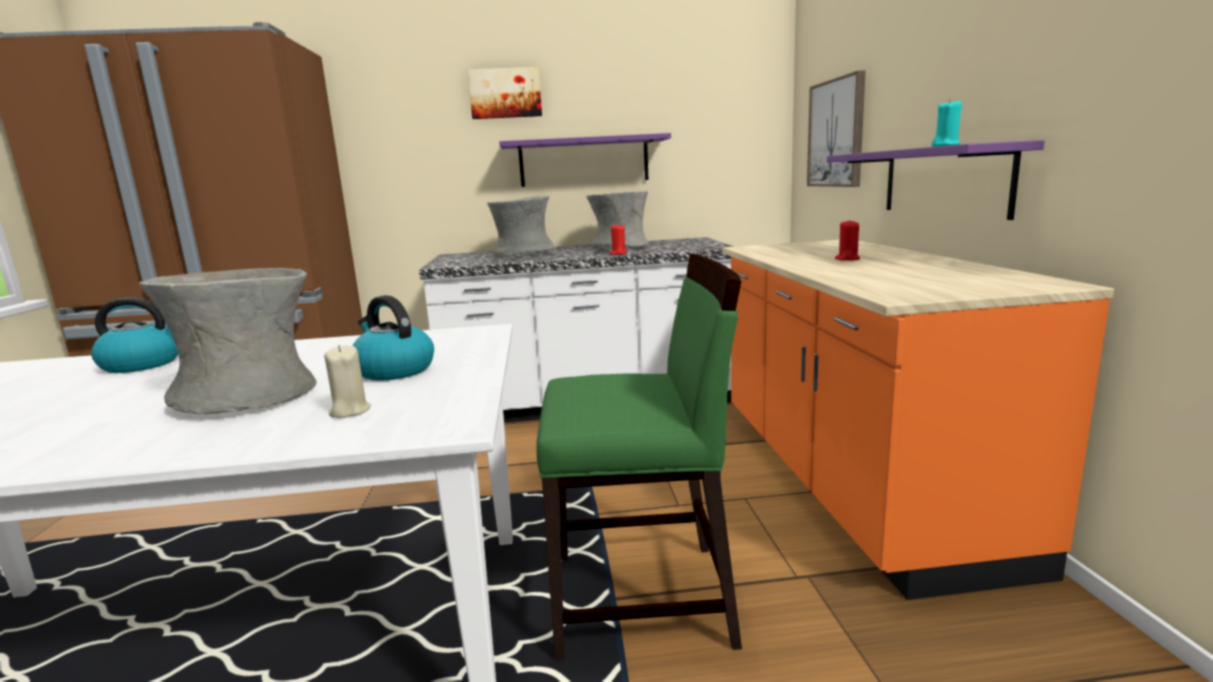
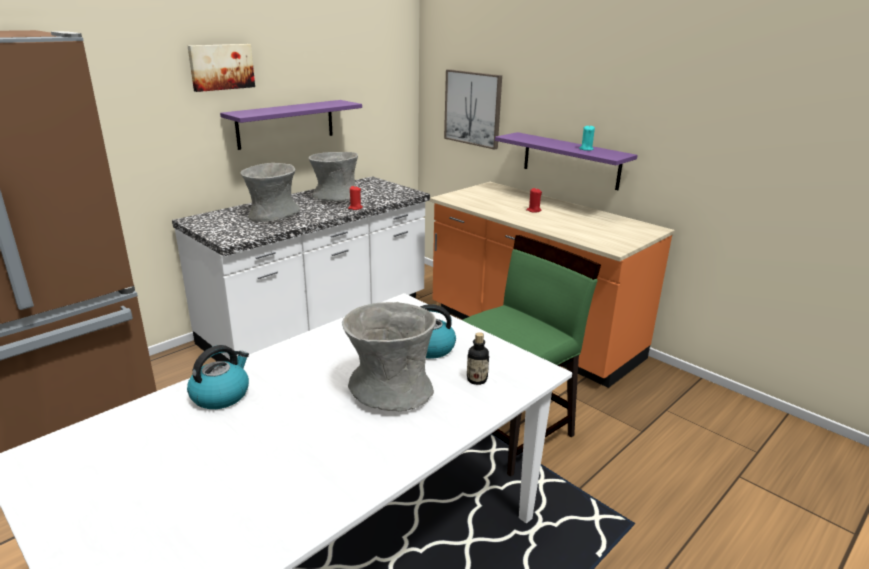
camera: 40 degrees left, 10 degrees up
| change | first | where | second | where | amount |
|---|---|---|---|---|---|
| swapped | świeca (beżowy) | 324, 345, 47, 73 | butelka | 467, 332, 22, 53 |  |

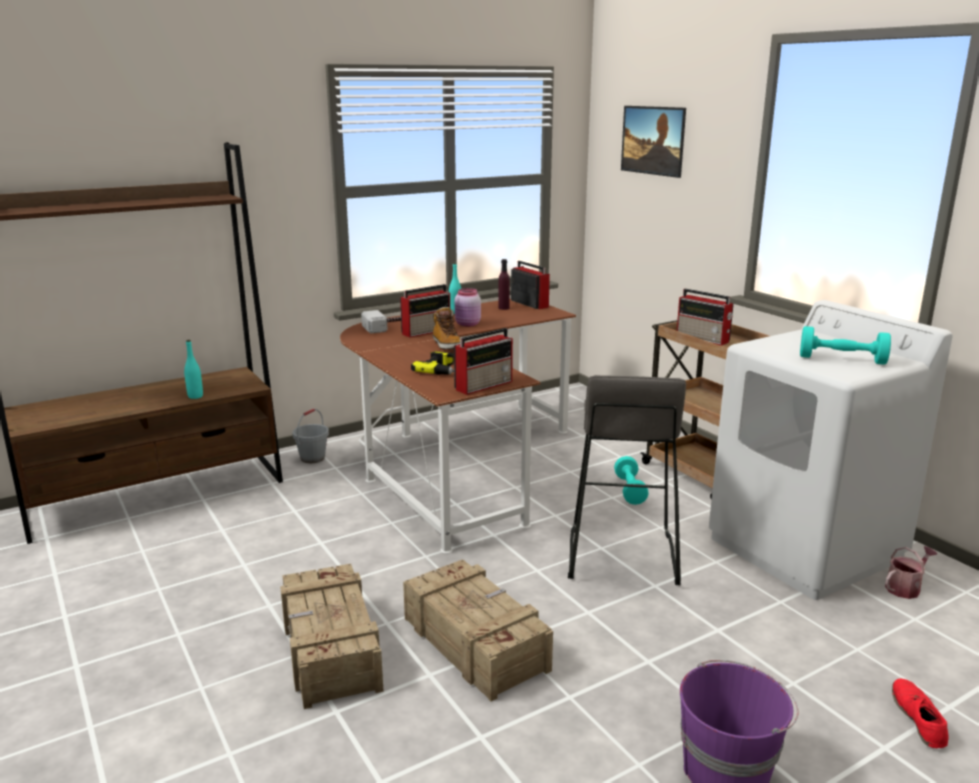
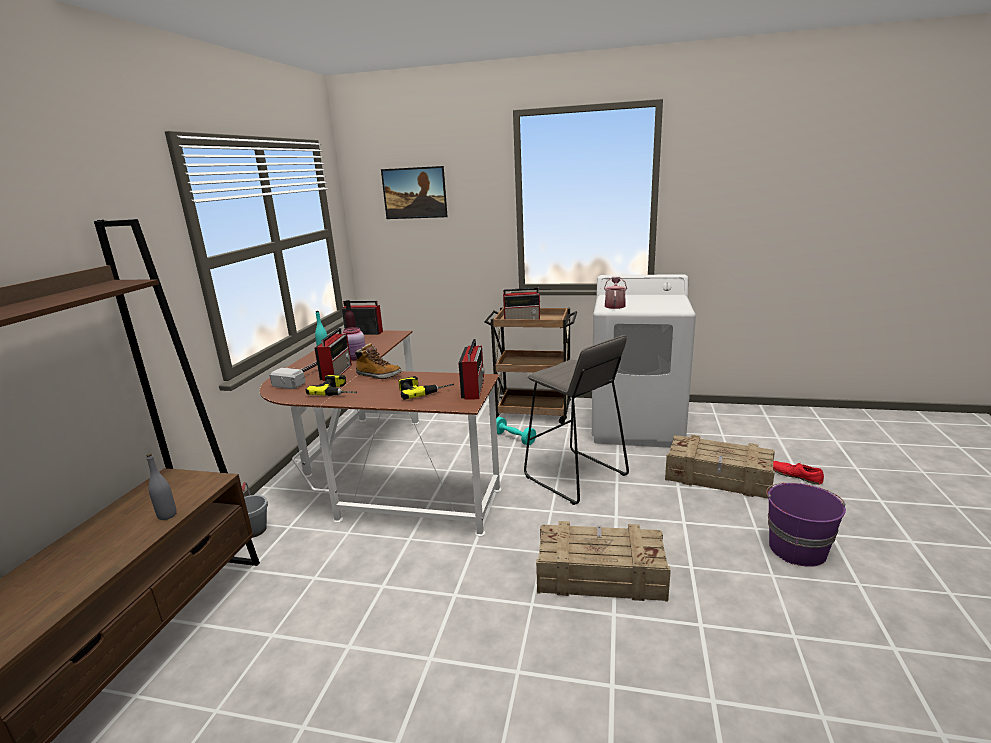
camera: 45 degrees left, 0 degrees up
| change | first | where | second | where | amount |
|---|---|---|---|---|---|
| gone | hantel (turkusowy) | 800, 326, 91, 39 |  |  |  |
| repainted | butelka (turkusowy) | 184, 340, 19, 59 | butelka (szary) | 146, 454, 31, 66 |  |
| shifted | konewka | 885, 546, 53, 53 |  | 604, 277, 23, 32 |  |
| shifted | skrzynka | 280, 564, 104, 145 |  | 665, 435, 110, 63 |  |
| new |  |  | wiertarka | 306, 375, 51, 21 |  |

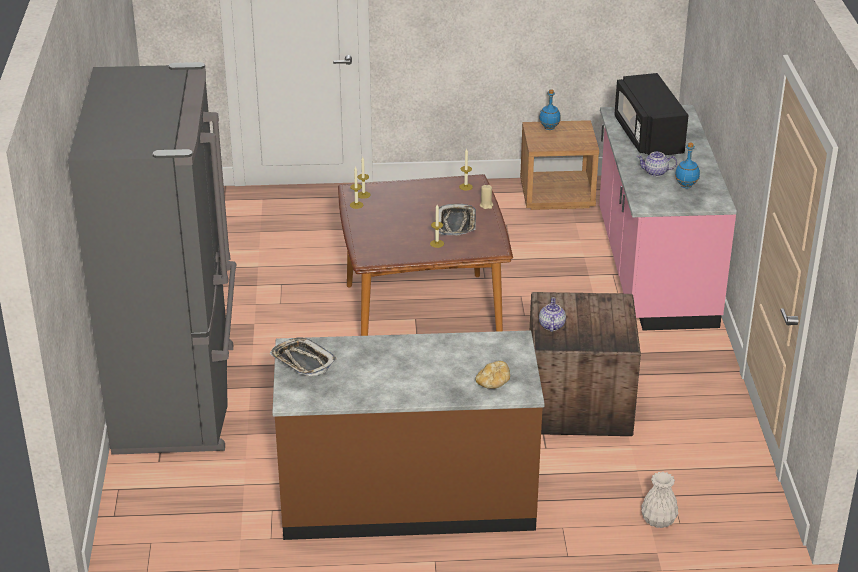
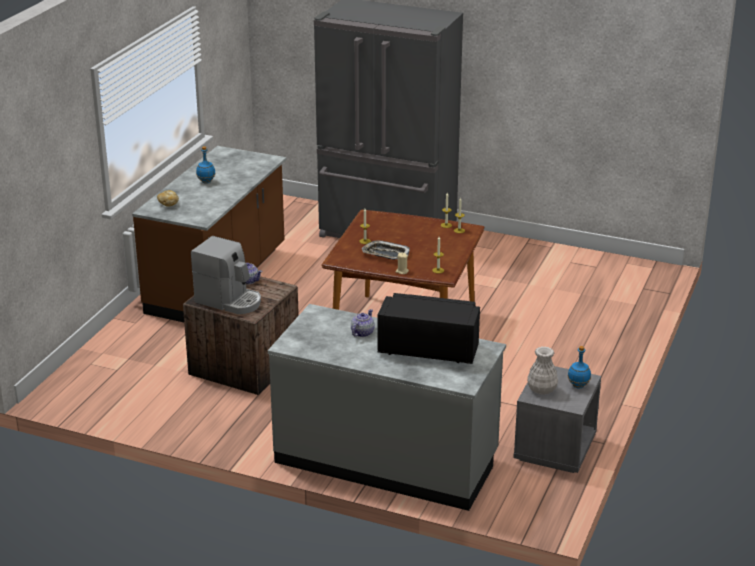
camera: 115 degrees right, 5 degrees down
| change | first | where | second | where | amount |
|---|---|---|---|---|---|
| repainted | zabudowa kuchenna (różowy) | 599, 105, 138, 225 | zabudowa kuchenna (szary) | 268, 304, 238, 207 |  |
| repainted | szafka nocna (brązowy) | 520, 120, 79, 90 | szafka nocna (szary) | 513, 366, 88, 107 |  |
| shifted | butelka (niebieski) | 675, 143, 25, 46 |  | 196, 146, 20, 38 |  |
| gone | taca | 270, 337, 67, 39 |  |  |  |
| shifted | wazon (biały) | 641, 472, 37, 56 |  | 527, 346, 31, 49 |  |
| new |  |  | ekspres do kawy | 191, 236, 70, 78 |  |

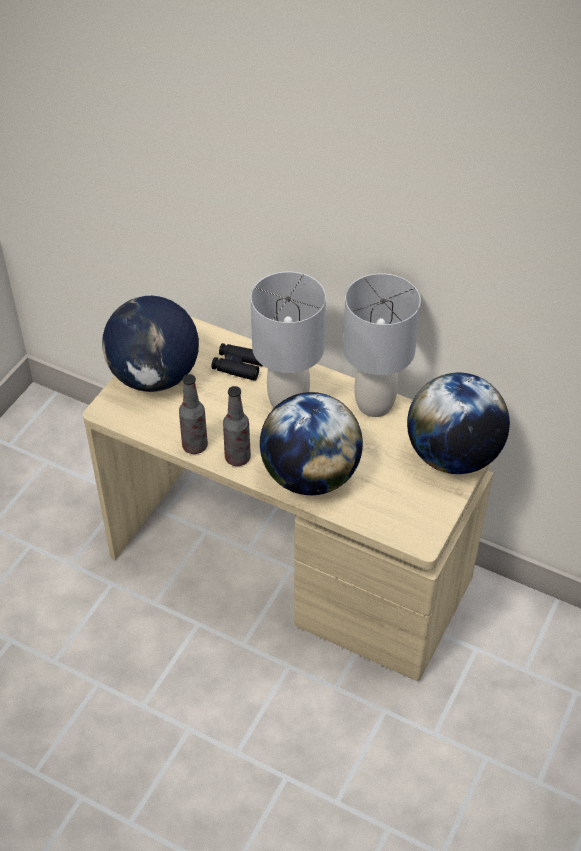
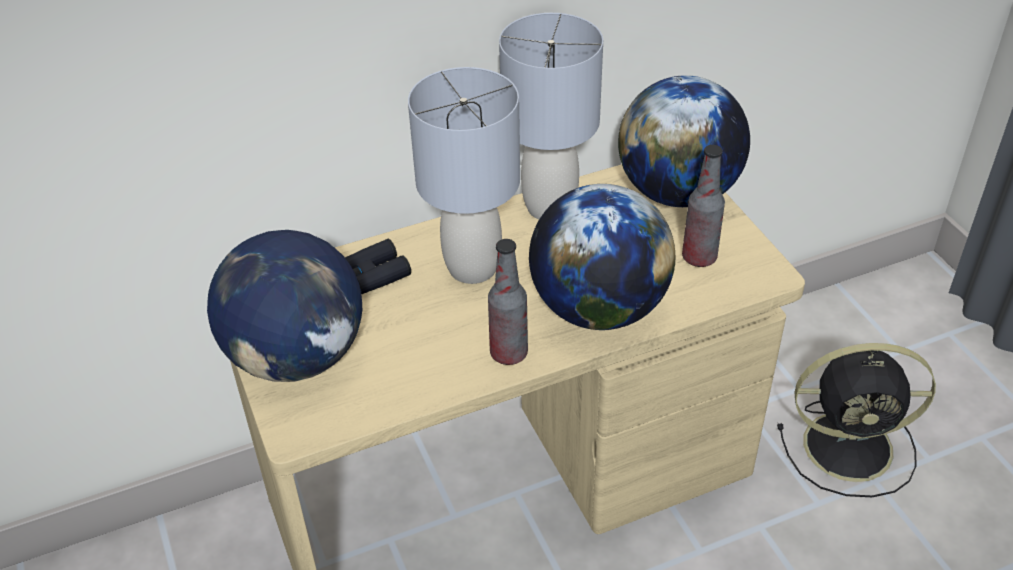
camera: 50 degrees left, 5 degrees down
| change | first | where | second | where | amount |
|---|---|---|---|---|---|
| shifted | butelka | 179, 374, 29, 80 |  | 682, 145, 43, 122 |  |
| new |  |  | wentylator (czarny) | 777, 343, 159, 154 |  |

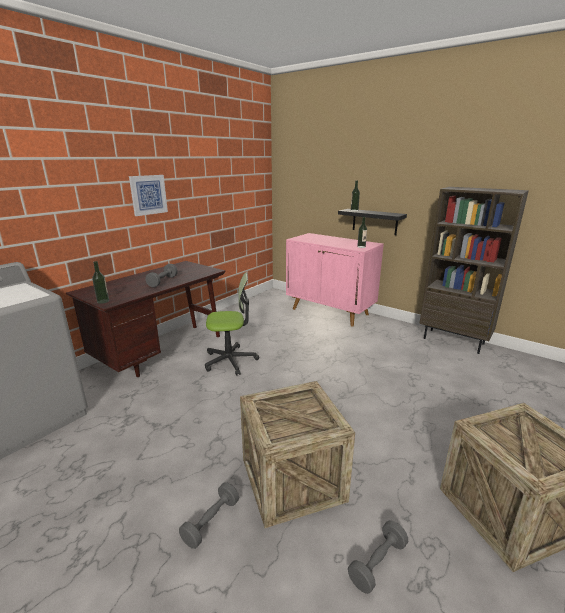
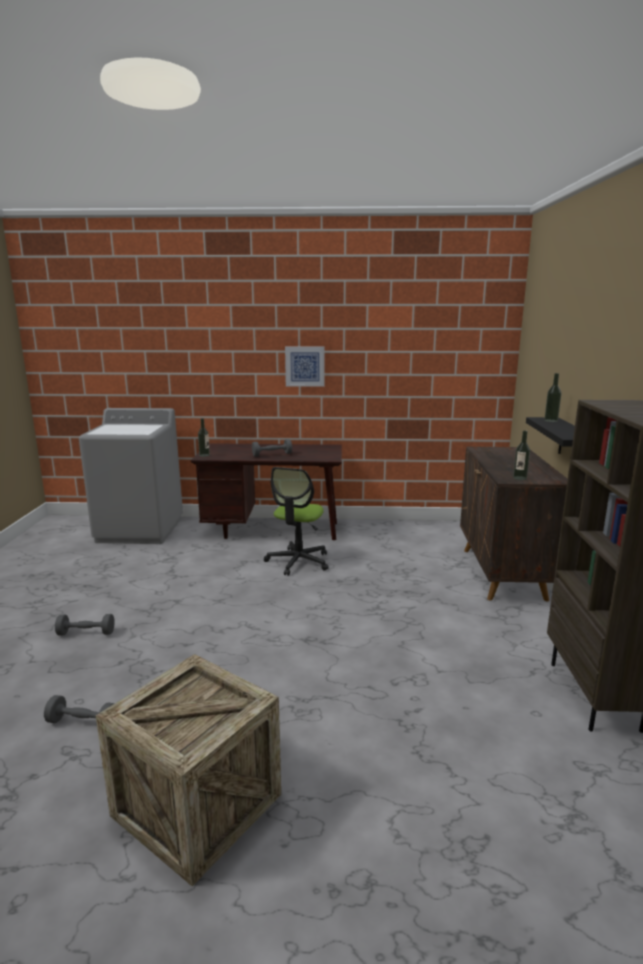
camera: 55 degrees right, 5 degrees down
| change | first | where | second | where | amount |
|---|---|---|---|---|---|
| repainted | szafka (różowy) | 286, 233, 98, 93 | szafka (brązowy) | 460, 447, 108, 155 |  |
| rotated | krzesło biurowe | 205, 272, 54, 104 |  | 264, 467, 65, 109 | 60 degrees clockwise |
| gone | skrzynka | 240, 381, 115, 147 |  |  |  |

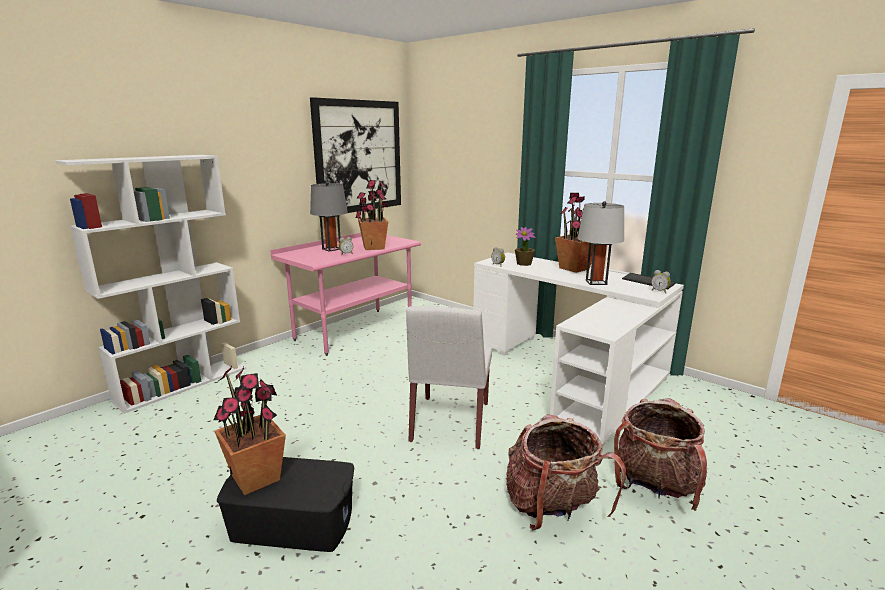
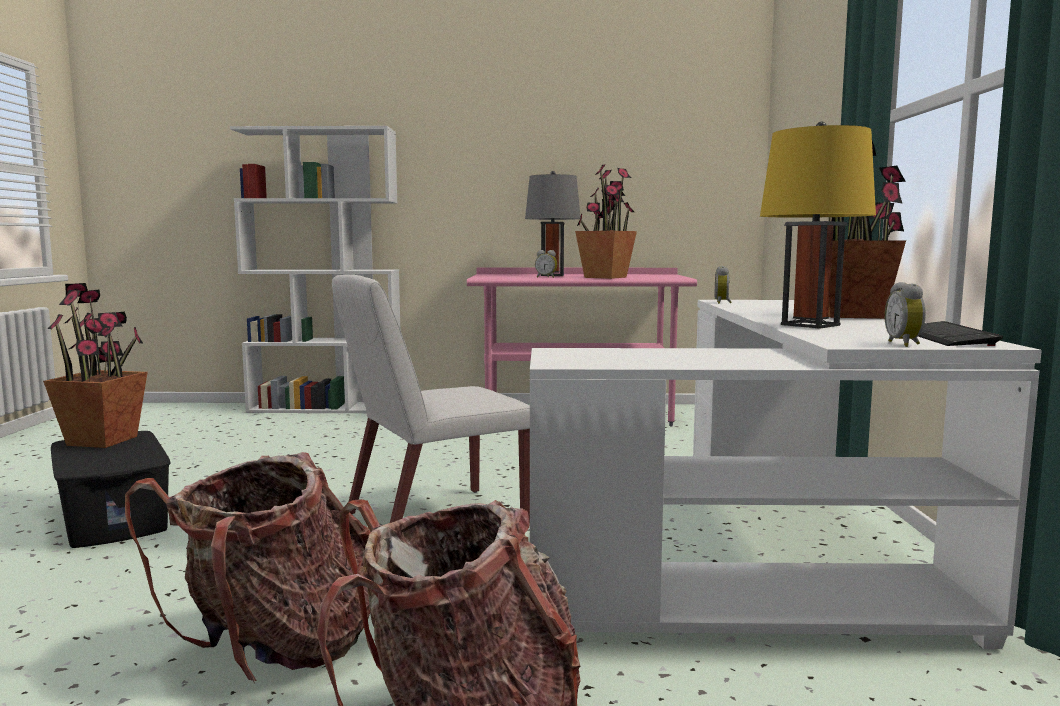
camera: 50 degrees right, 10 degrees down
| change | first | where | second | where | amount |
|---|---|---|---|---|---|
| gone | obraz | 310, 97, 91, 120 |  |  |  |
| repainted | lampa stołowa (szary) | 578, 201, 46, 84 | lampa stołowa (żółty) | 760, 121, 116, 208 |  |
| gone | roślina doniczkowa | 515, 227, 20, 39 |  |  |  |

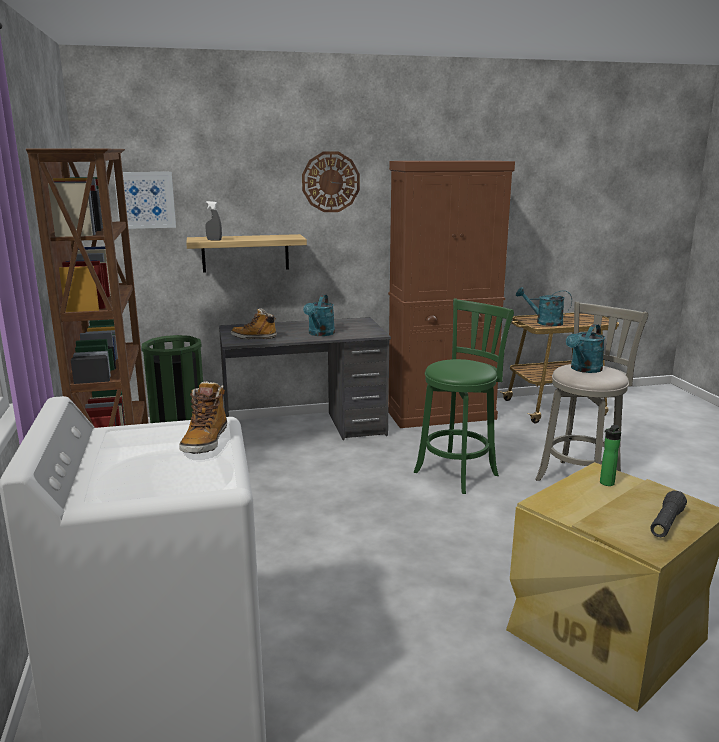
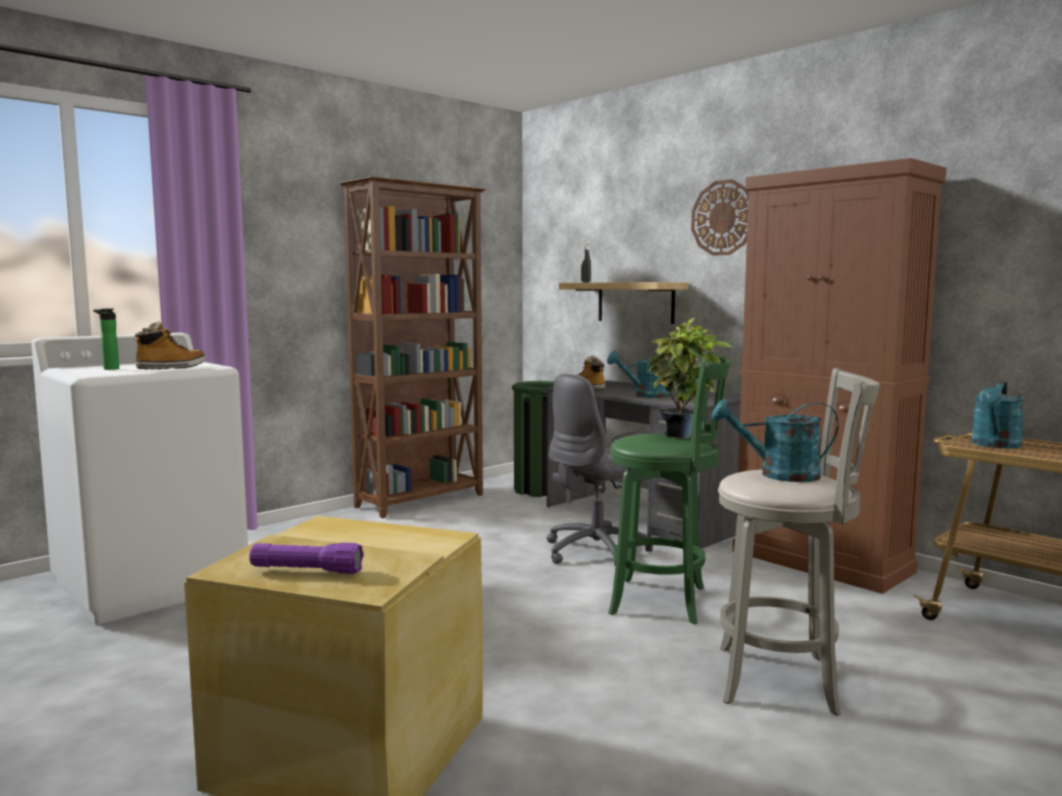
camera: 60 degrees right, 10 degrees down
| change | first | where | second | where | amount |
|---|---|---|---|---|---|
| gone | obraz | 114, 172, 62, 57 |  |  |  |
| rotated | konewka (turkusowy) | 516, 287, 56, 39 |  | 971, 381, 54, 68 | 135 degrees counterclockwise |
| rotated | but z cholewką | 179, 381, 48, 73 |  | 134, 322, 72, 47 | 150 degrees clockwise |
| shifted | butelka | 600, 425, 21, 61 |  | 93, 308, 26, 62 |  |
| repainted | latarka (czarny) | 650, 491, 37, 46 | latarka (fioletowy) | 249, 543, 115, 31 |  |
| new |  |  | roślina doniczkowa | 647, 317, 85, 121 |  |
| new |  |  | krzesło biurowe (szary) | 546, 373, 107, 193 |  |

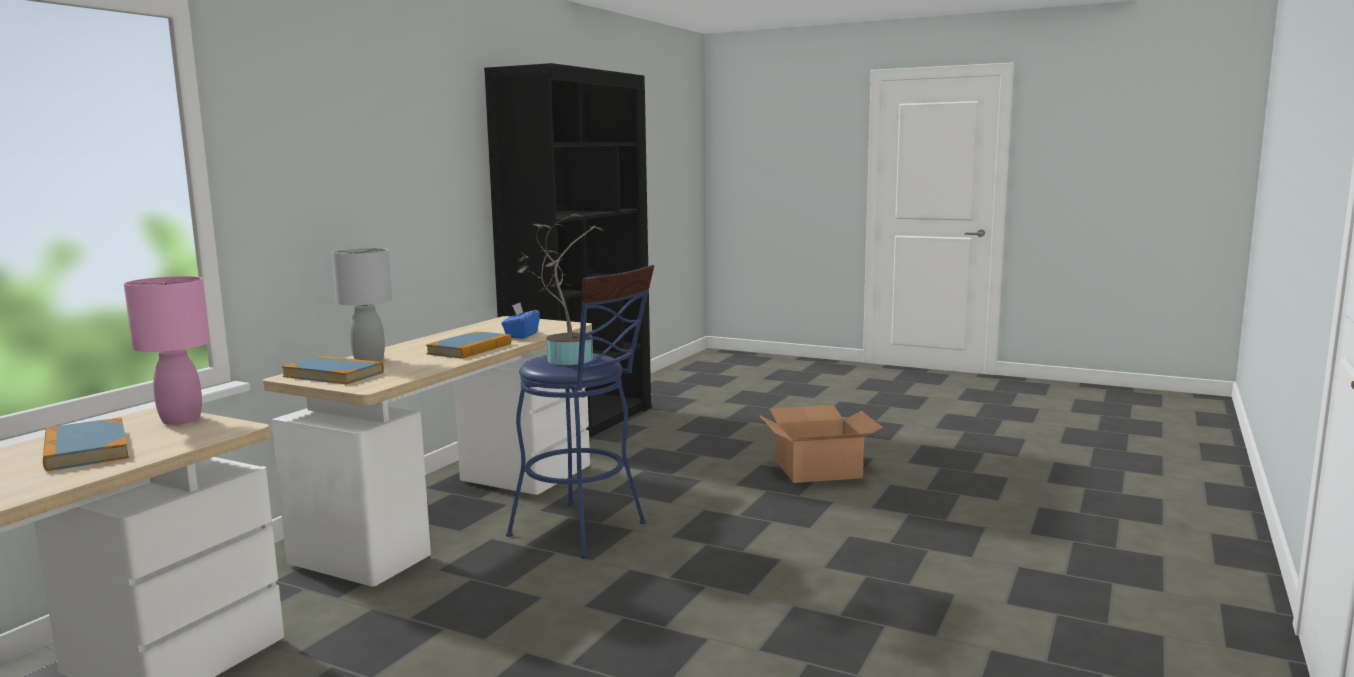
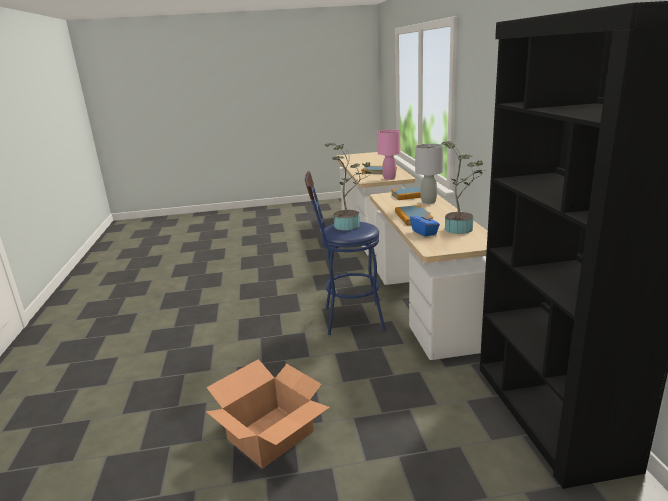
camera: 145 degrees right, 10 degrees up
| change | first | where | second | where | amount |
|---|---|---|---|---|---|
| new |  |  | roślina doniczkowa | 441, 141, 42, 93 |  |

